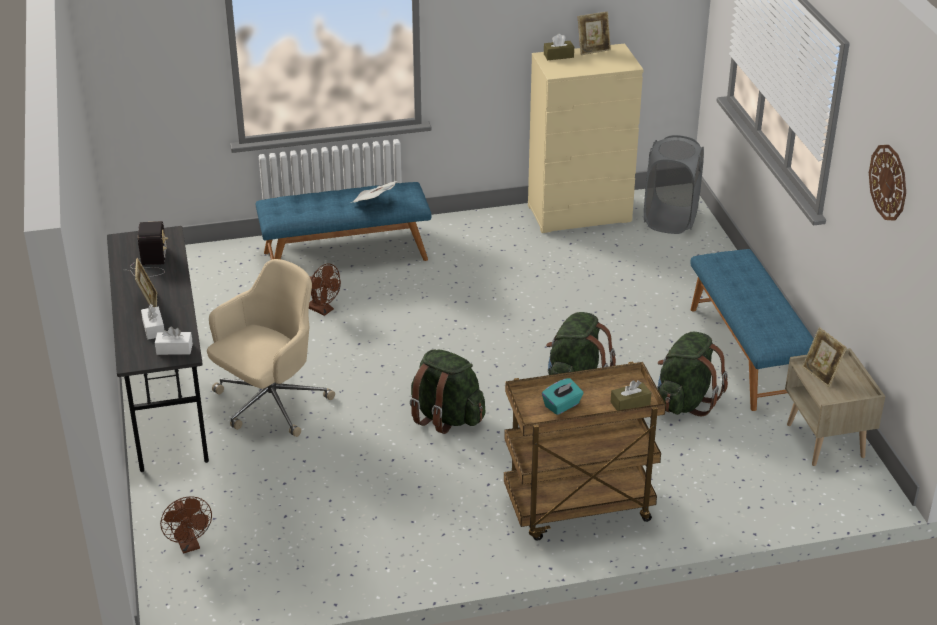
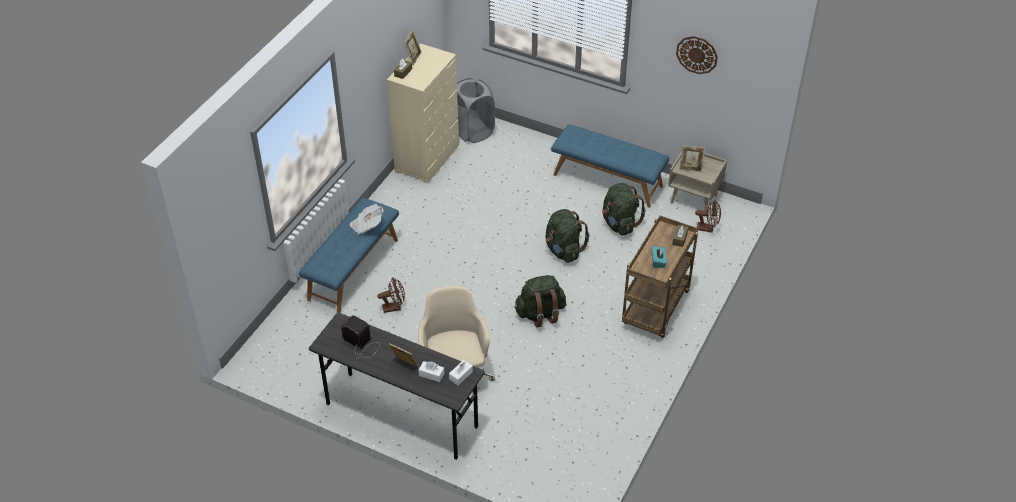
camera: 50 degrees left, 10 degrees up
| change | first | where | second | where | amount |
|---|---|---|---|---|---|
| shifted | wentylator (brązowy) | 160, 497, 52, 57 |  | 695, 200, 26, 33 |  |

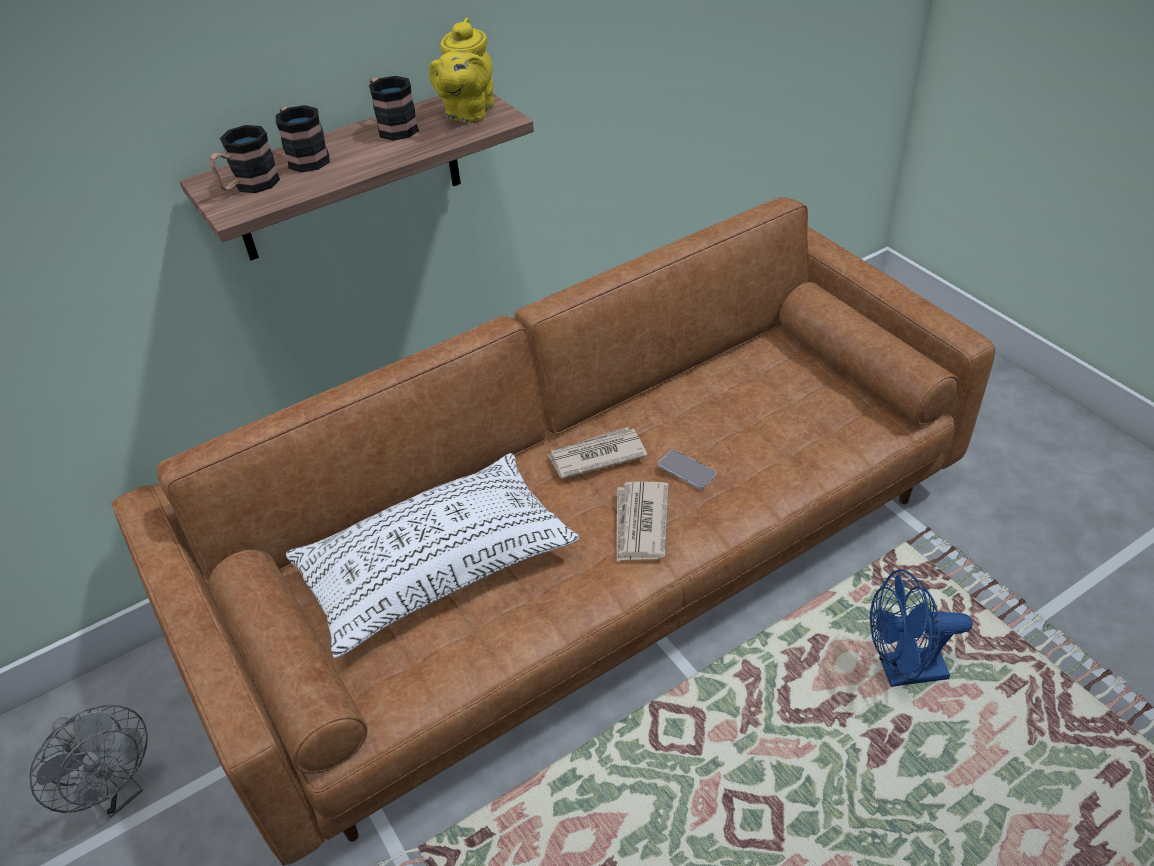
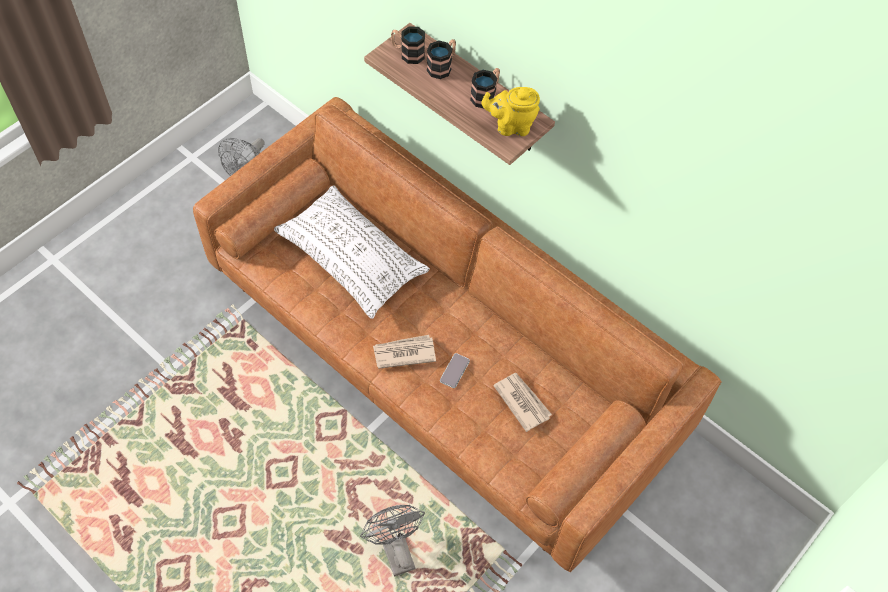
camera: 70 degrees right, 15 degrees up
| change | first | where | second | where | amount |
|---|---|---|---|---|---|
| shifted | gazeta | 548, 427, 99, 52 |  | 493, 373, 59, 59 |  |
| repainted | wentylator (niebieski) | 870, 569, 102, 118 | wentylator (szary) | 360, 505, 65, 72 |  |

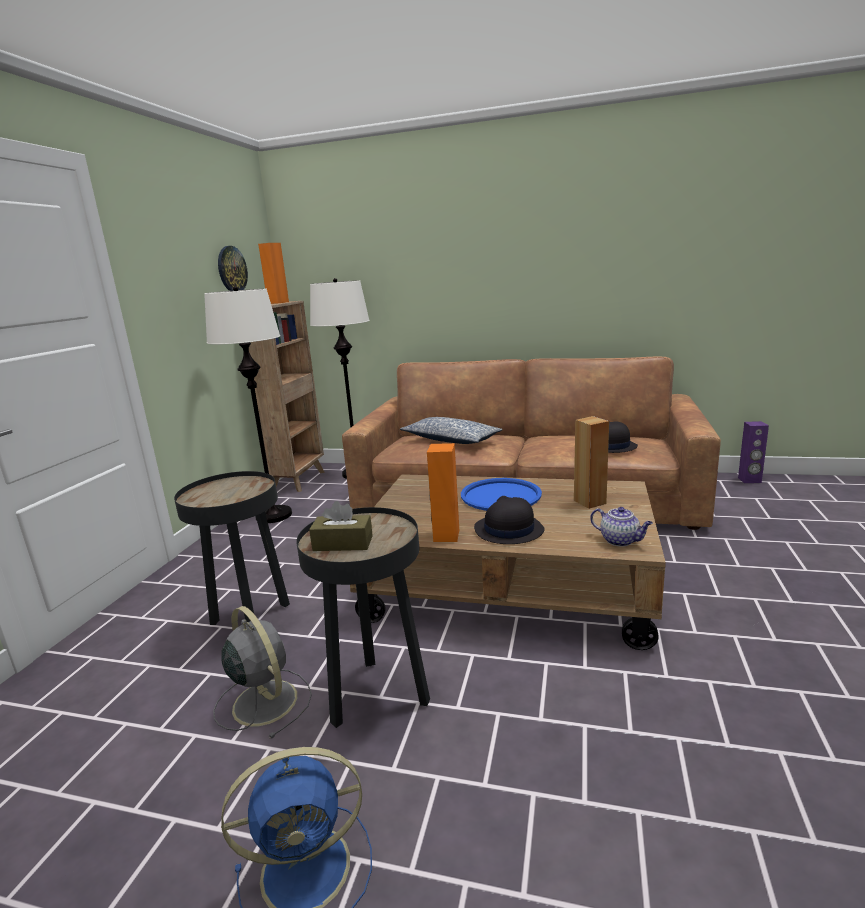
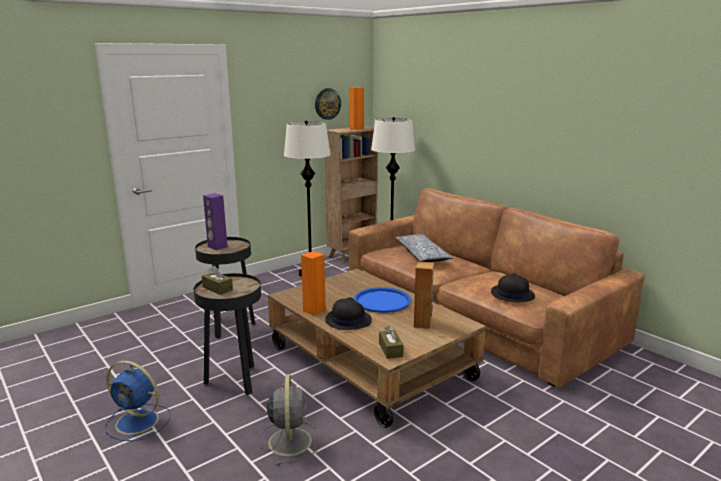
camera: 35 degrees right, 0 degrees up
| change | first | where | second | where | amount |
|---|---|---|---|---|---|
| shifted | głośnik (fioletowy) | 738, 421, 31, 62 |  | 203, 193, 25, 57 |  |
| swapped | imbryk | 590, 507, 63, 40 | pudełko chusteczek (brązowy) | 379, 326, 25, 33 |  |
| shifted | wentylator (szary) | 213, 606, 99, 133 |  | 259, 374, 61, 91 |  |

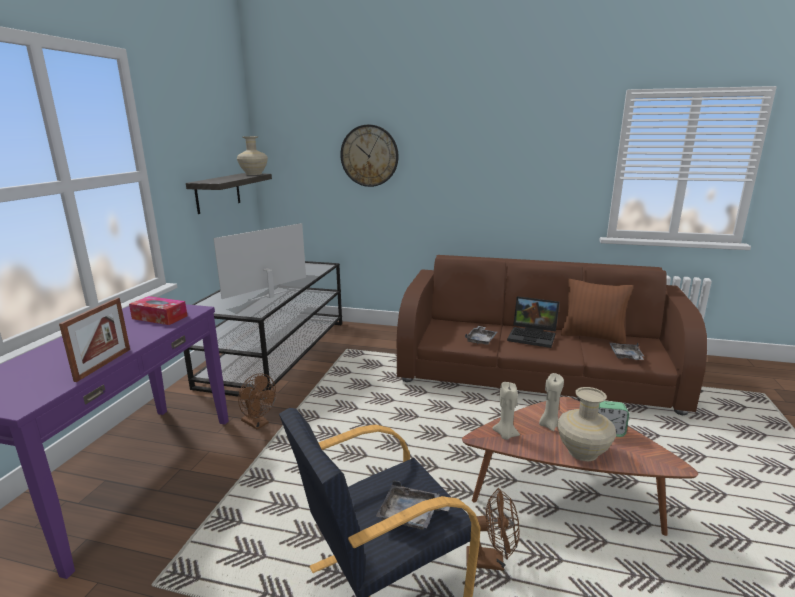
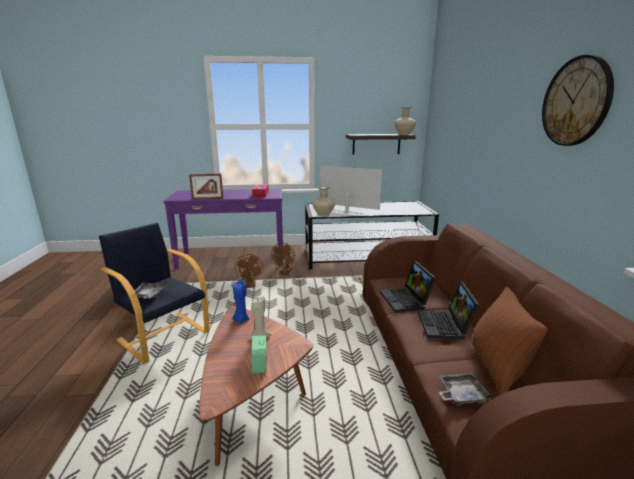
camera: 70 degrees right, 0 degrees up
| change | first | where | second | where | amount |
|---|---|---|---|---|---|
| shifted | zegar ścienny | 340, 125, 58, 62 |  | 542, 55, 72, 91 |  |
| swapped | taca (szary) | 465, 326, 32, 19 | laptop | 380, 261, 56, 52 |  |
| repainted | świeca (beżowy) | 492, 382, 28, 58 | świeca (niebieski) | 233, 280, 16, 44 |  |
| shifted | wazon (beżowy) | 557, 387, 59, 74 |  | 312, 186, 23, 30 |  |
| shifted | wentylator (brązowy) | 466, 488, 54, 83 |  | 235, 254, 28, 34 |  |

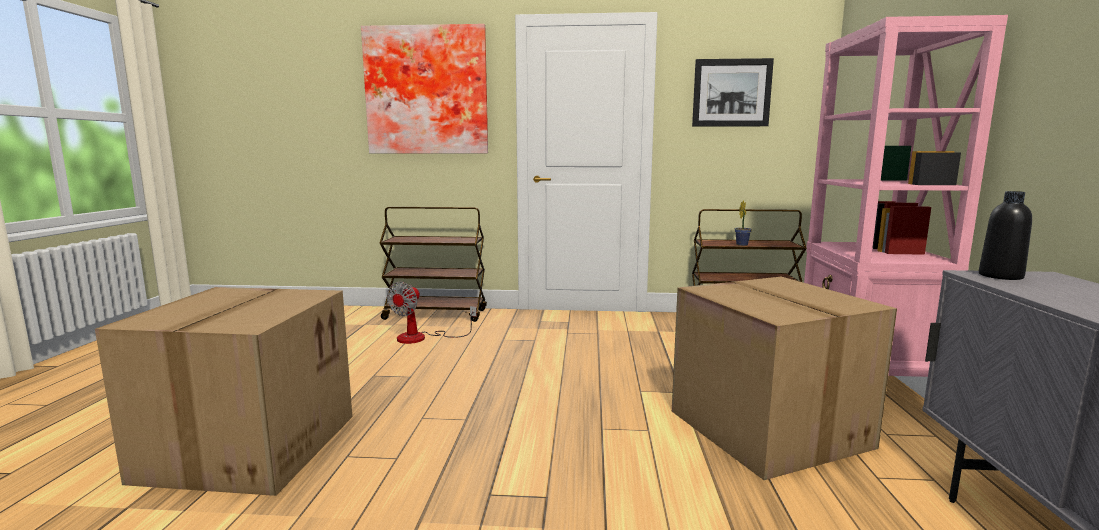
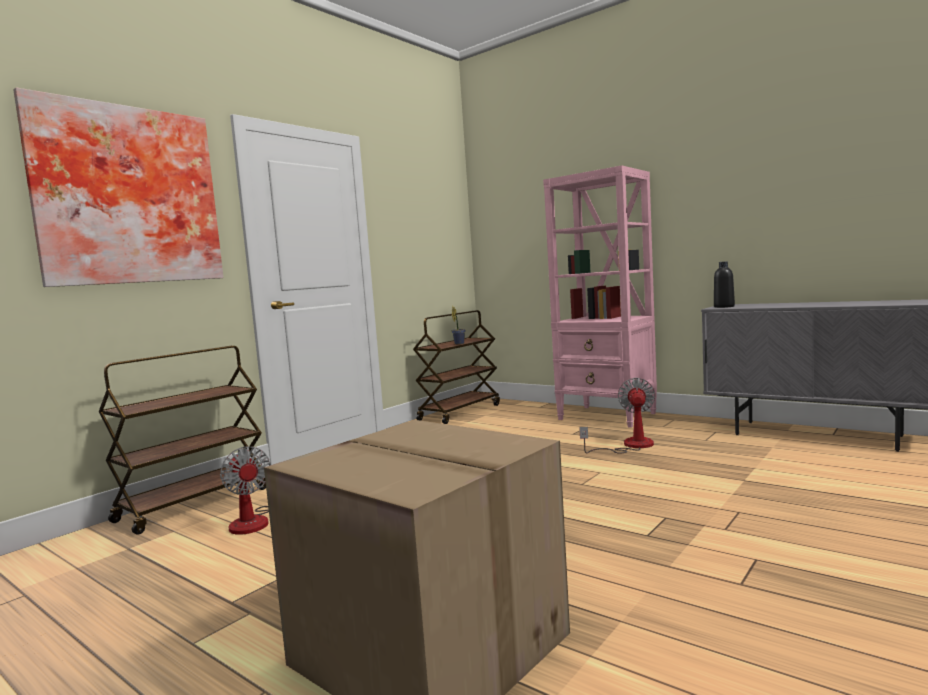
camera: 55 degrees left, 5 degrees down
| change | first | where | second | where | amount |
|---|---|---|---|---|---|
| gone | obraz | 692, 58, 82, 69 |  |  |  |
| swapped | karton | 672, 277, 225, 203 | wentylator | 579, 378, 76, 76 |  |

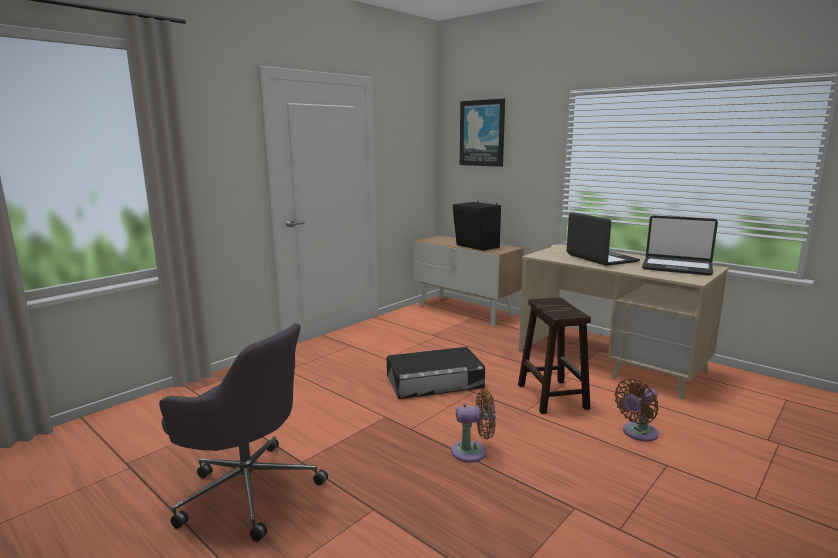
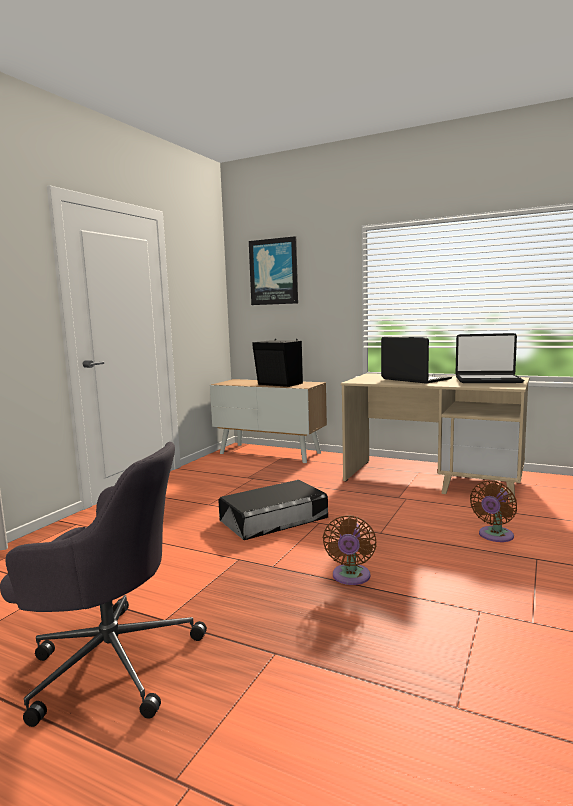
camera: 15 degrees left, 5 degrees down
| change | first | where | second | where | amount |
|---|---|---|---|---|---|
| gone | stołek (brązowy) | 518, 297, 73, 117 |  |  |  |
| rotated | wentylator (brązowy) | 451, 390, 45, 73 |  | 323, 515, 54, 70 | 120 degrees clockwise |

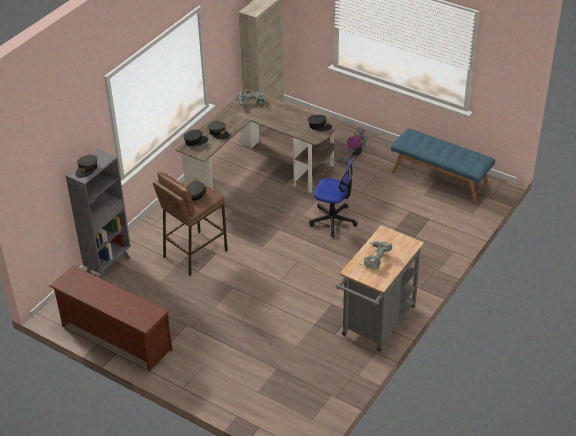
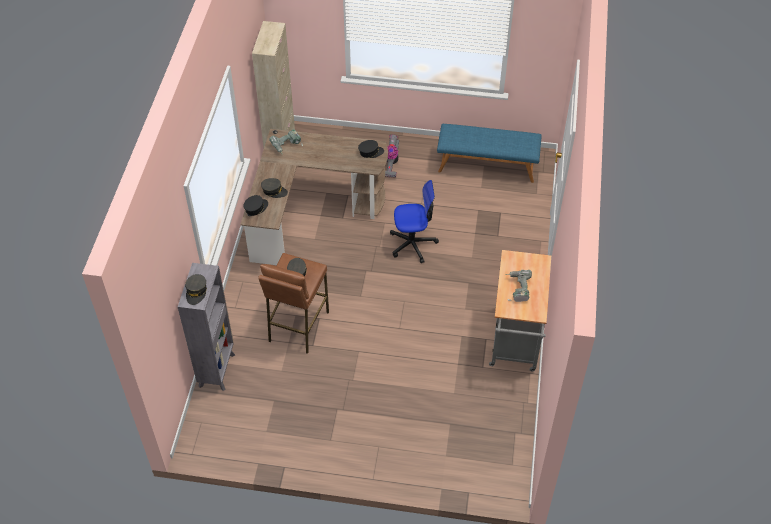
camera: 25 degrees left, 10 degrees up
| change | first | where | second | where | amount |
|---|---|---|---|---|---|
| gone | regał na buty (brązowy) | 49, 265, 123, 106 |  |  |  |

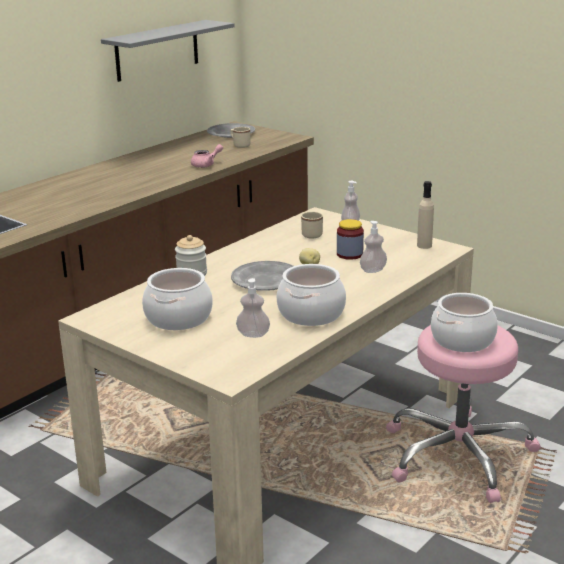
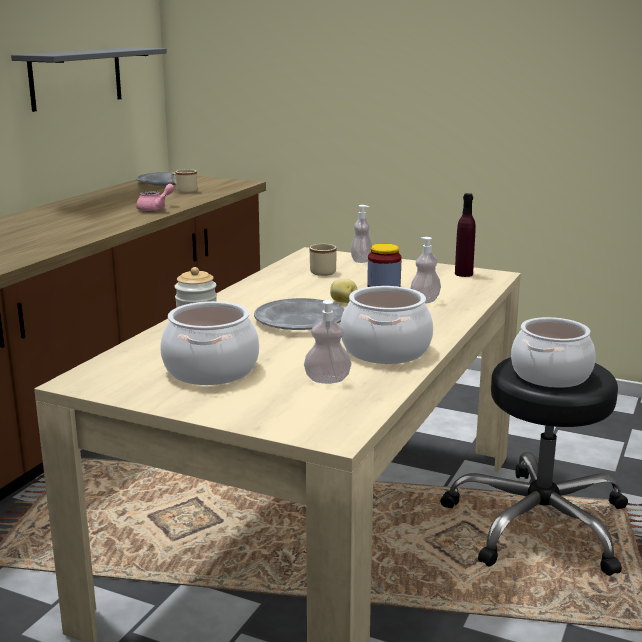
camera: 15 degrees left, 5 degrees down
| change | first | where | second | where | amount |
|---|---|---|---|---|---|
| repainted | butelka (beżowy) | 417, 181, 17, 68 | butelka (fioletowy) | 455, 193, 21, 84 |  |
| repainted | stołek (różowy) | 386, 325, 155, 178 | stołek (czarny) | 440, 357, 188, 219 |  |

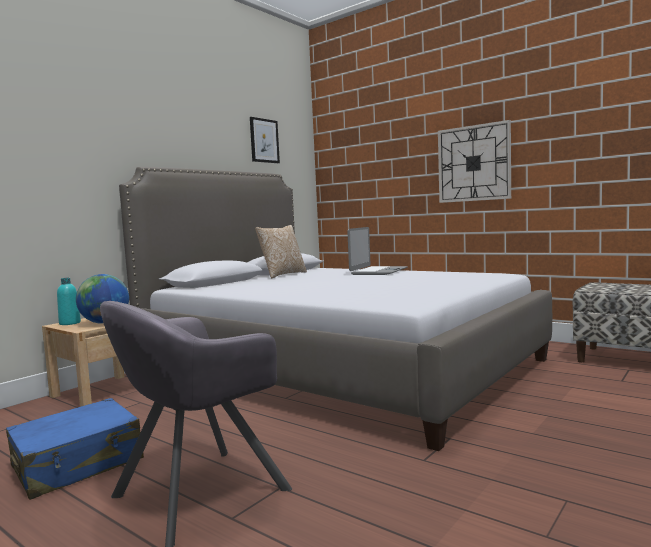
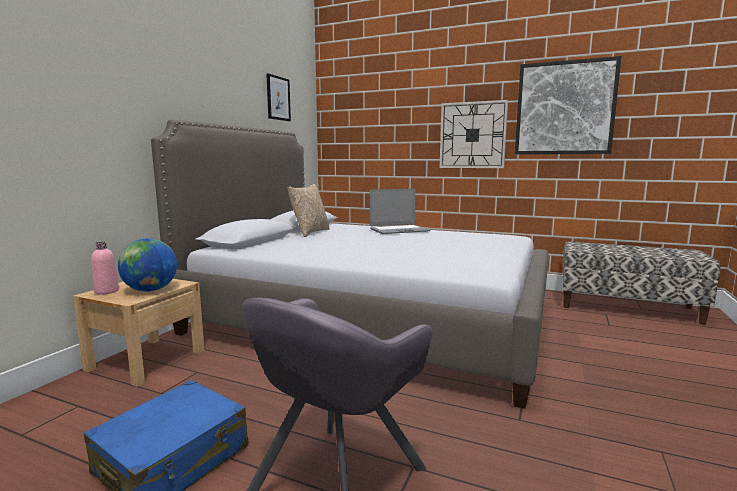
camera: 15 degrees left, 5 degrees up
| change | first | where | second | where | amount |
|---|---|---|---|---|---|
| rotated | laptop | 347, 227, 61, 48 |  | 370, 189, 61, 45 | 60 degrees clockwise |
| repainted | butelka (turkusowy) | 57, 278, 24, 47 | butelka (różowy) | 91, 242, 28, 52 |  |
| new |  |  | obraz | 515, 56, 106, 98 |  |

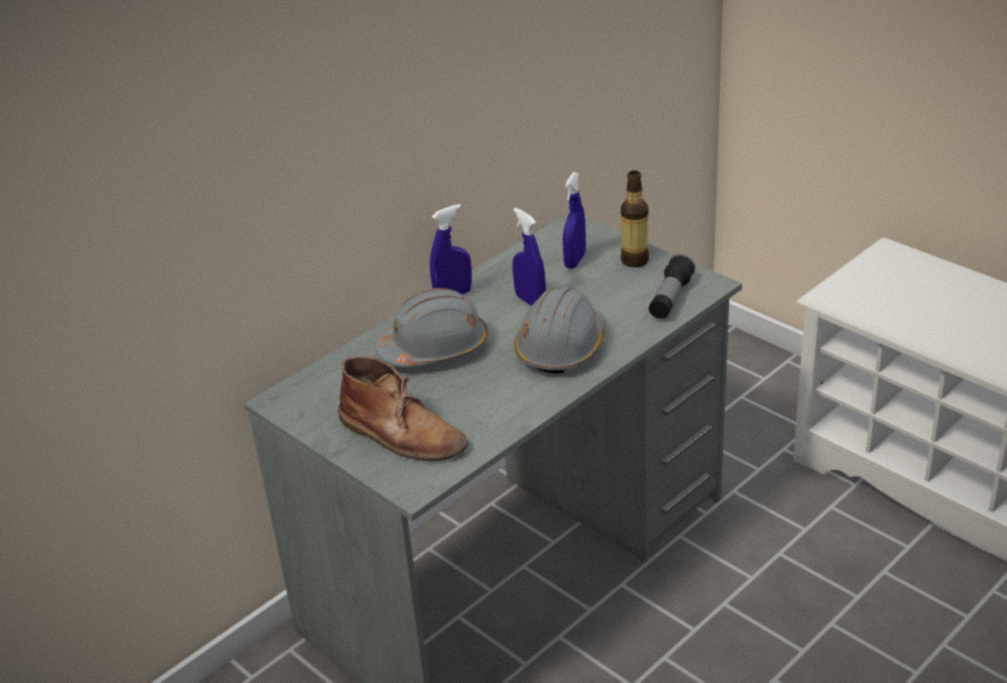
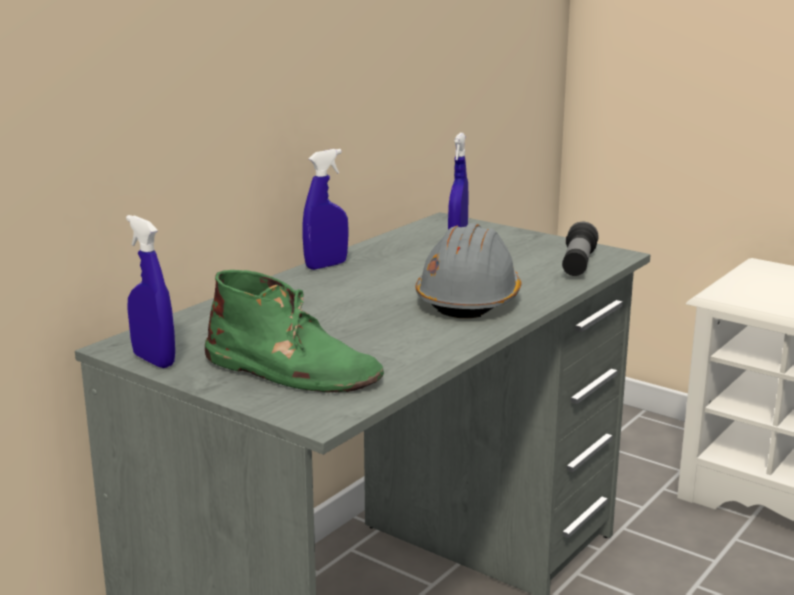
camera: 10 degrees left, 15 degrees down
| change | first | where | second | where | amount |
|---|---|---|---|---|---|
| gone | butelka | 621, 170, 28, 97 |  |  |  |
| shifted | spryskiwacz (niebieski) | 512, 208, 34, 98 |  | 126, 215, 49, 153 |  |
| gone | kask (szary) | 375, 288, 113, 79 |  |  |  |
| repainted | but z cholewką (brązowy) | 338, 356, 130, 105 | but z cholewką (zielony) | 205, 270, 179, 123 |  |

